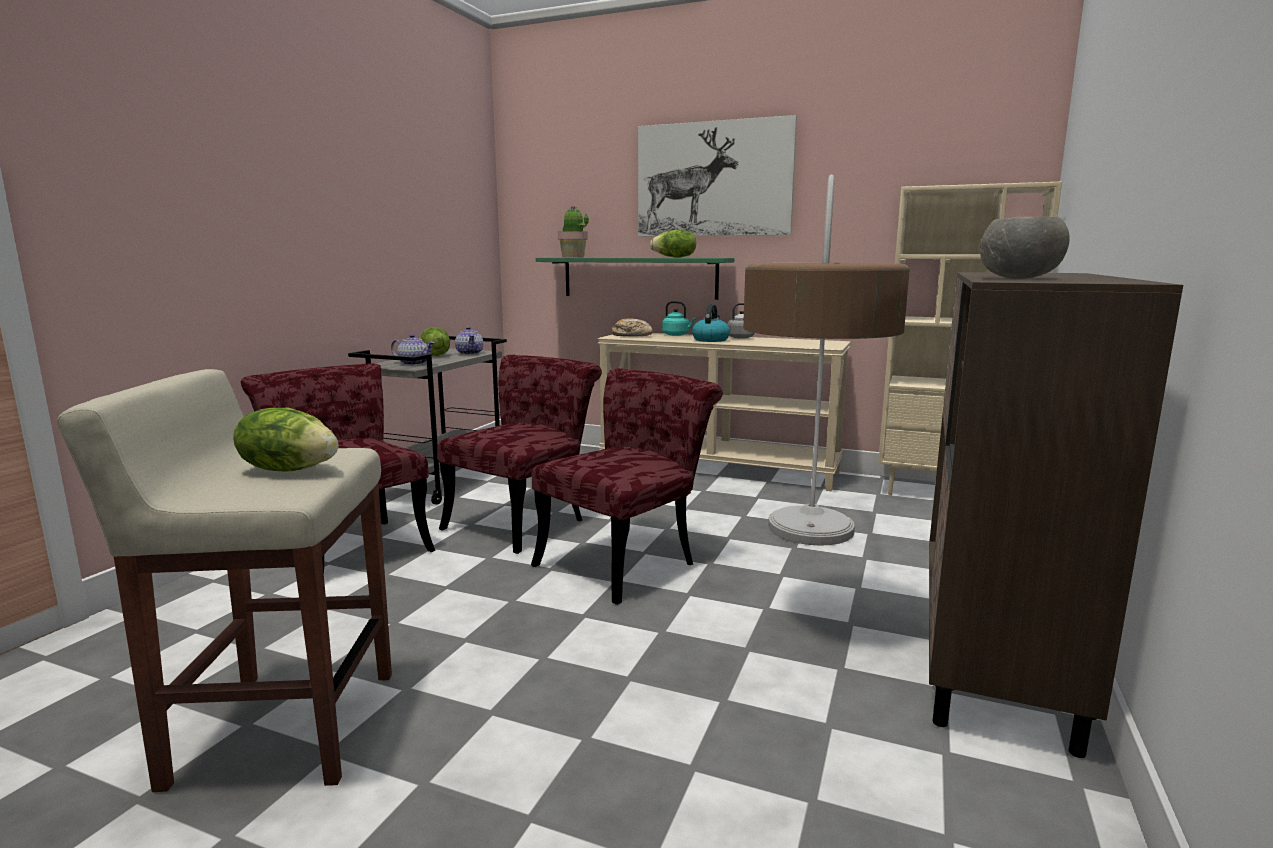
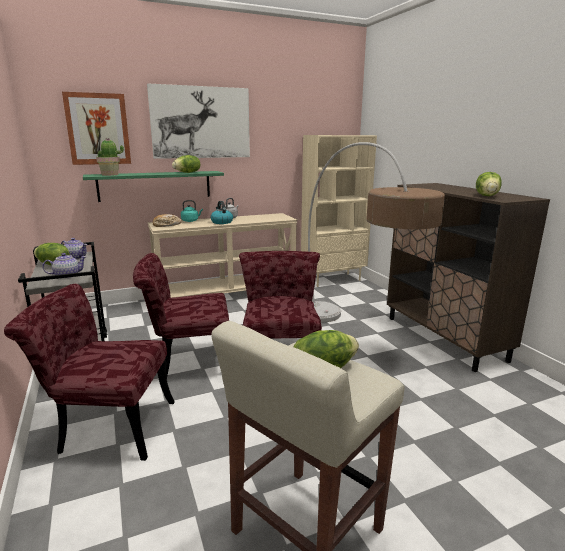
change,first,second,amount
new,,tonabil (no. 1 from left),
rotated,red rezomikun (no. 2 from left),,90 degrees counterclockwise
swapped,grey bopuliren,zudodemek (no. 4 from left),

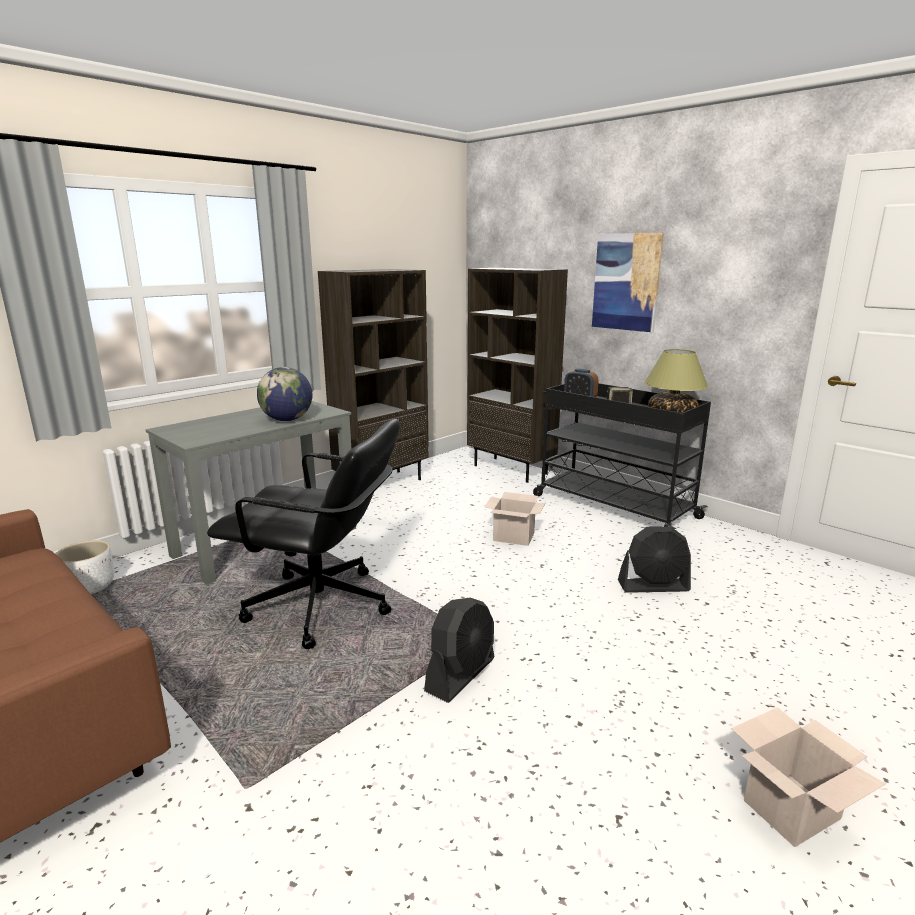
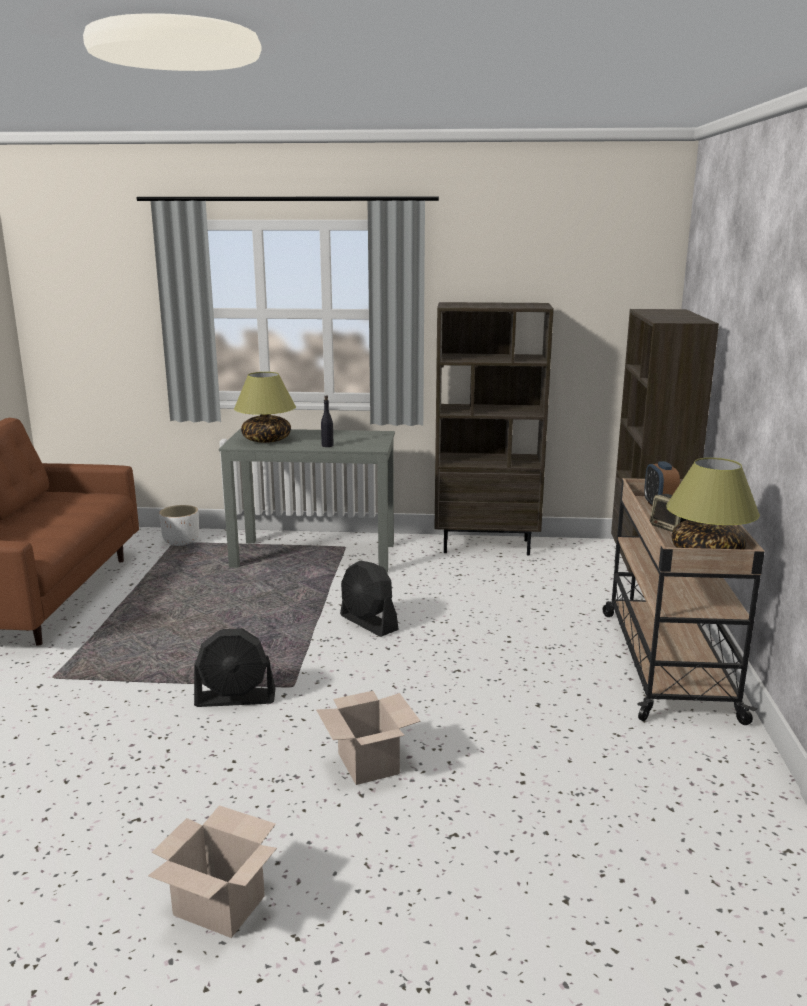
change,first,second,amount
new,,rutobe (no. 1 from left),
shifted,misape (no. 1 from left in the first image),misape (no. 2 from left),
swapped,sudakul,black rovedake,
shifted,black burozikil (no. 2 from left),,
repainted,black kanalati,beige kanalati,
gone,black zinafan,,
gone,tonabil,,

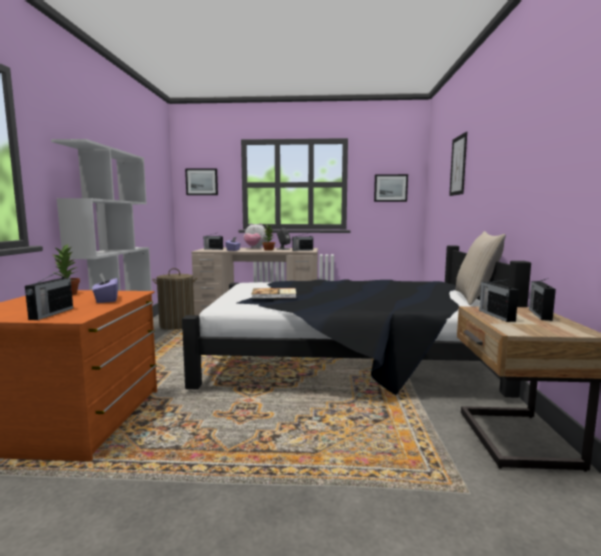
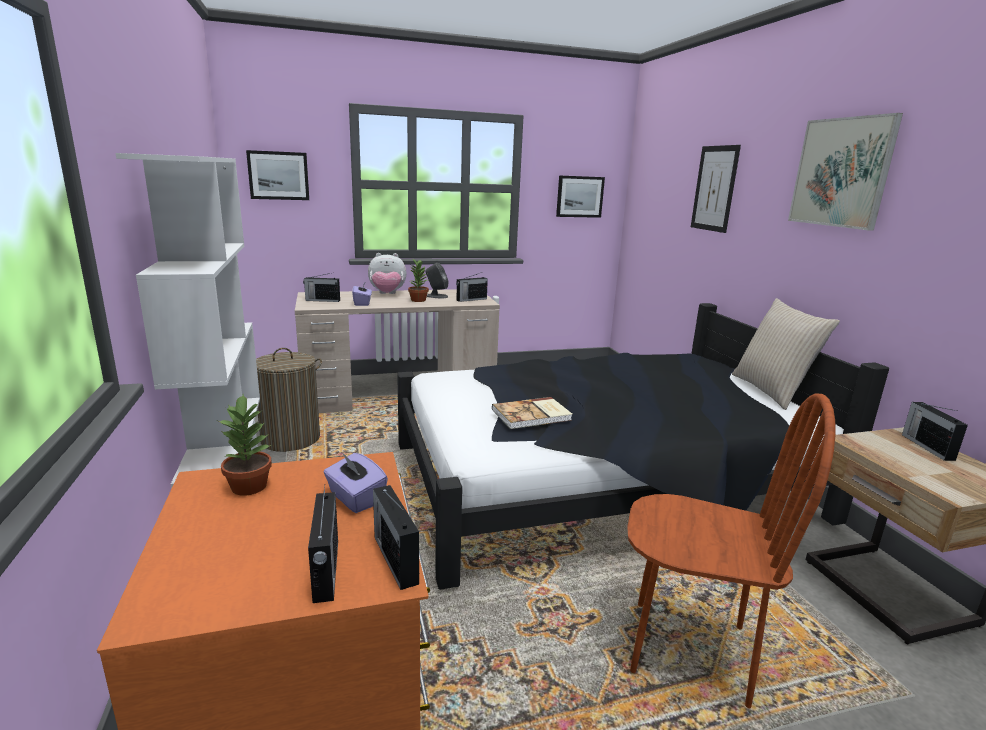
change,first,second,amount
shifted,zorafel (no. 4 from left in the first image),zorafel (no. 3 from left),
new,,brown rezomikun,
new,,tonabil (no. 4 from left),

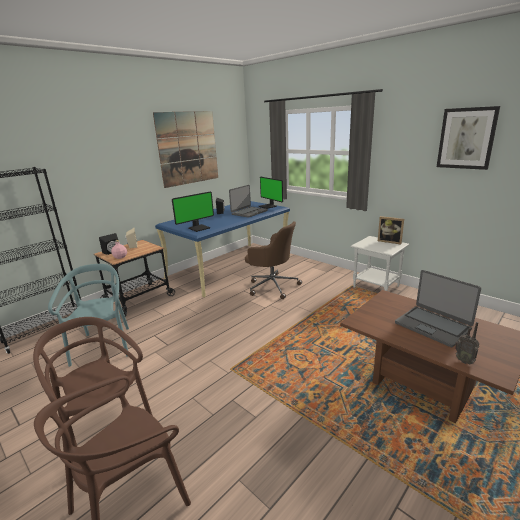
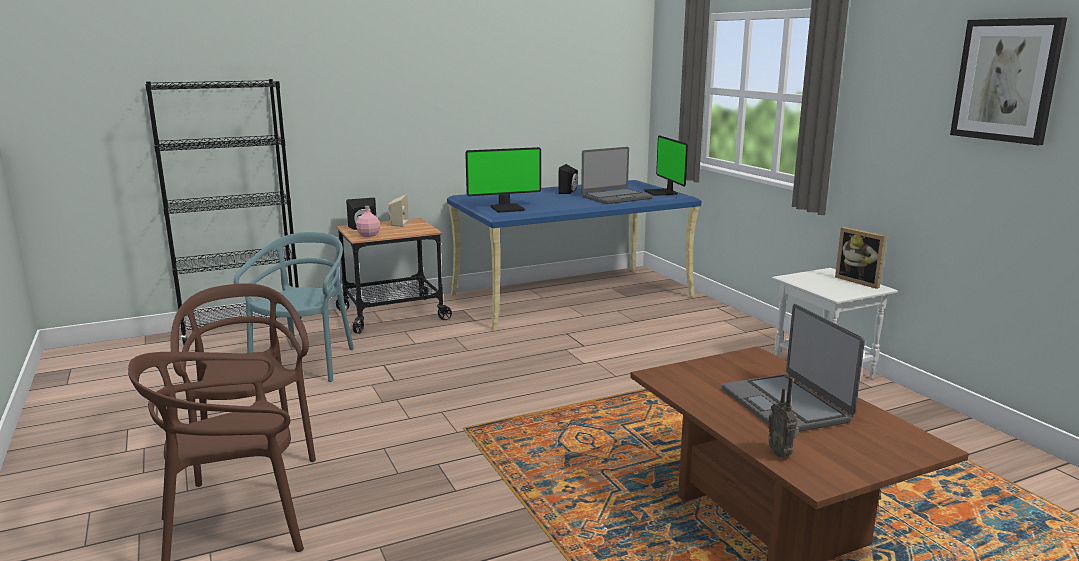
change,first,second,amount
gone,tonabil (no. 1 from left),,
gone,brown zinafan,,

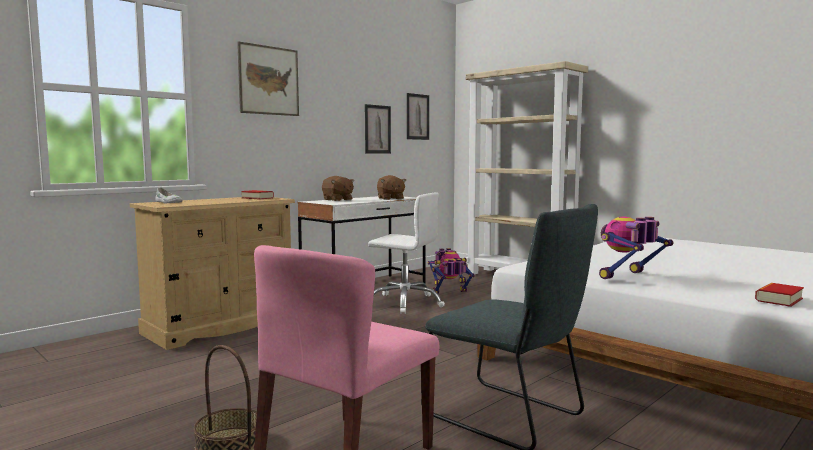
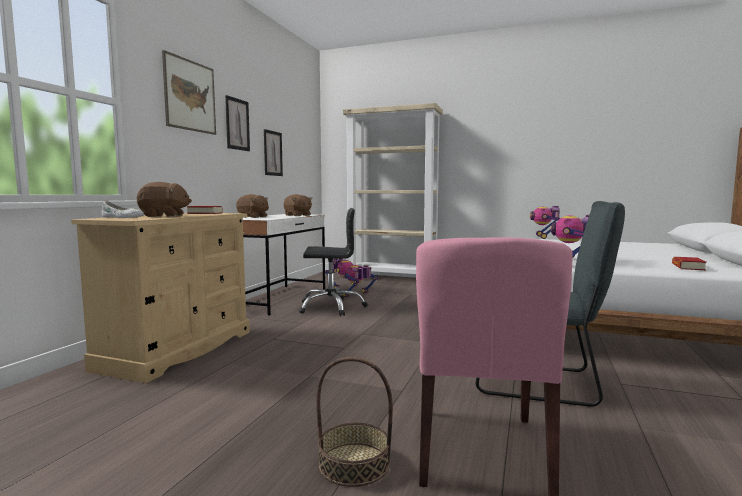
change,first,second,amount
new,,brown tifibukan (no. 1 from left),
shifted,tonabil (no. 3 from left in the first image),tonabil (no. 2 from left),
repainted,white zinafan,black zinafan,
new,,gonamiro (no. 3 from left),

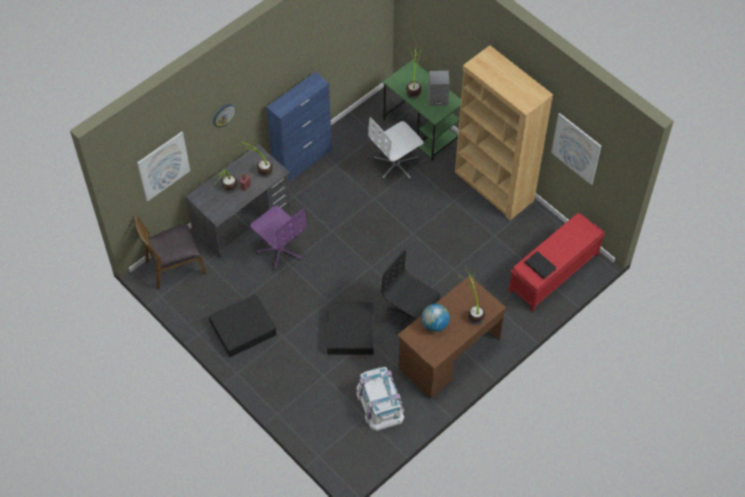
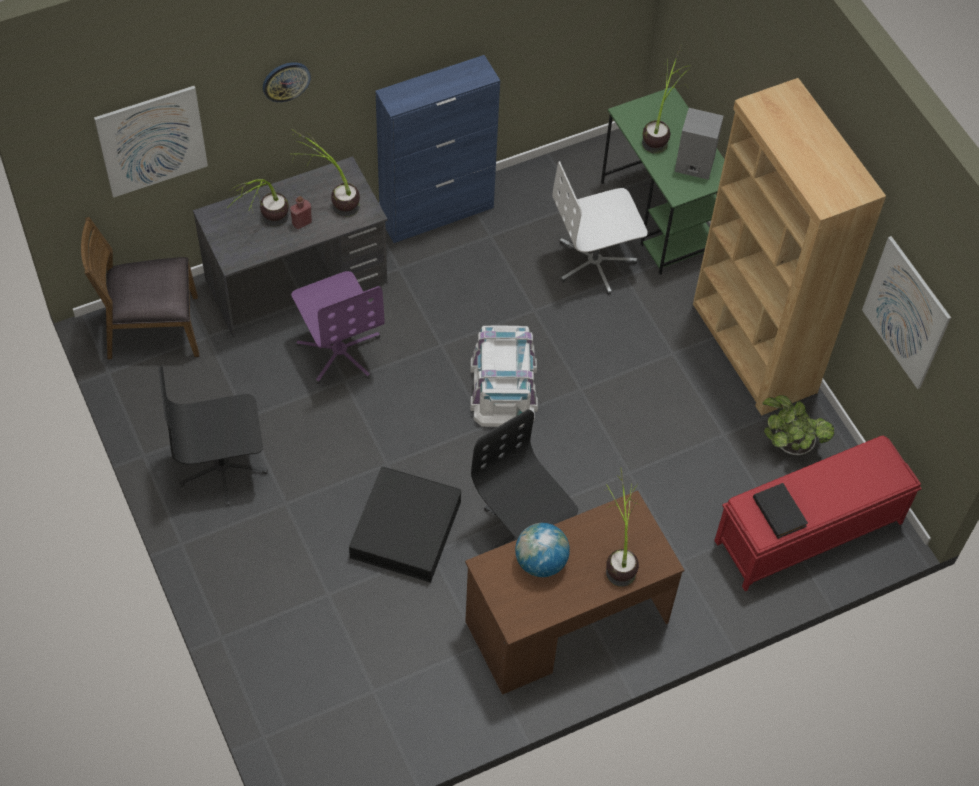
change,first,second,amount
swapped,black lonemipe (no. 1 from left),black zinafan (no. 1 from left),
shifted,white lonemipe,,
new,,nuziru (no. 5 from left),

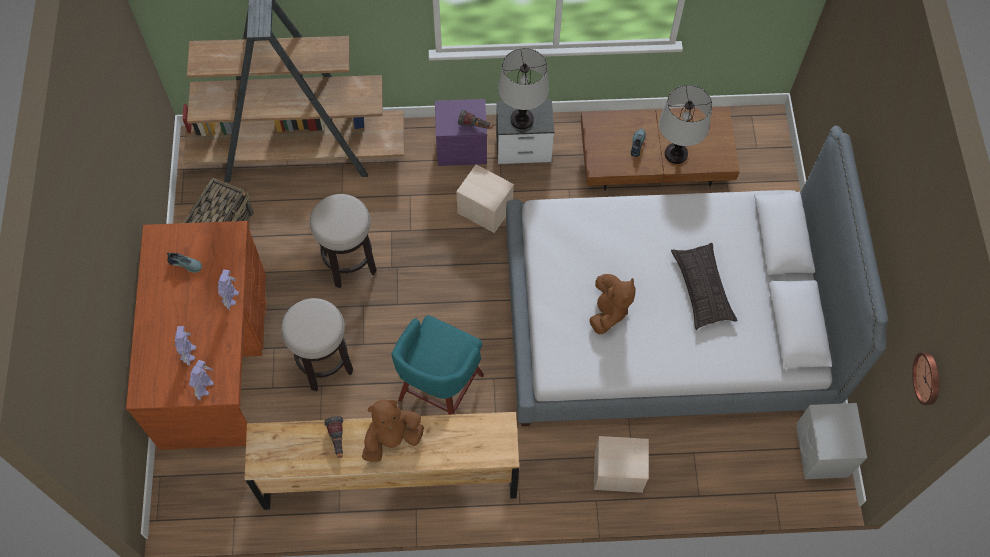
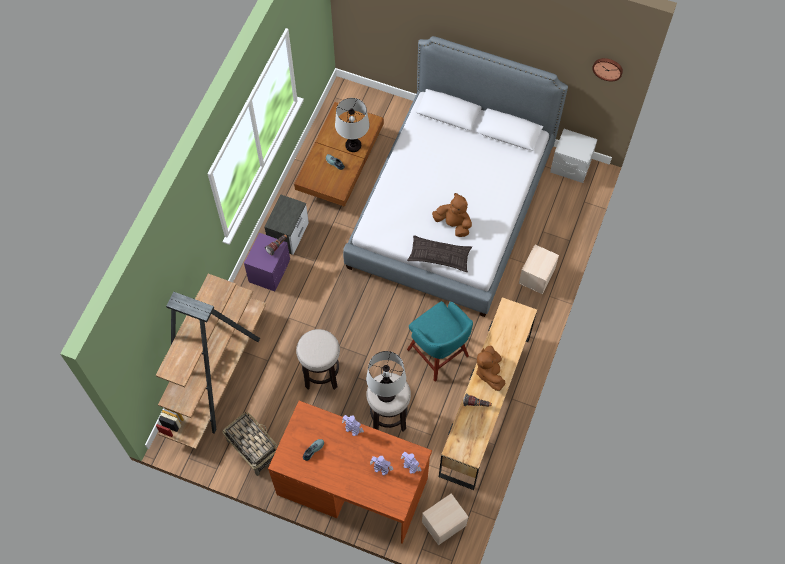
change,first,second,amount
shifted,rutobe (no. 1 from left in the first image),rutobe (no. 2 from left),
shifted,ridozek,,
shifted,beige lonemipe (no. 1 from left),,

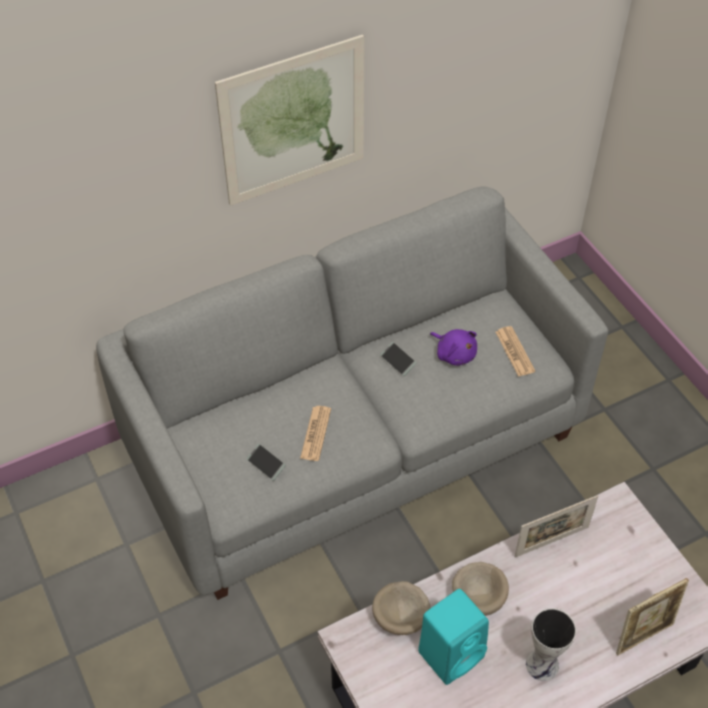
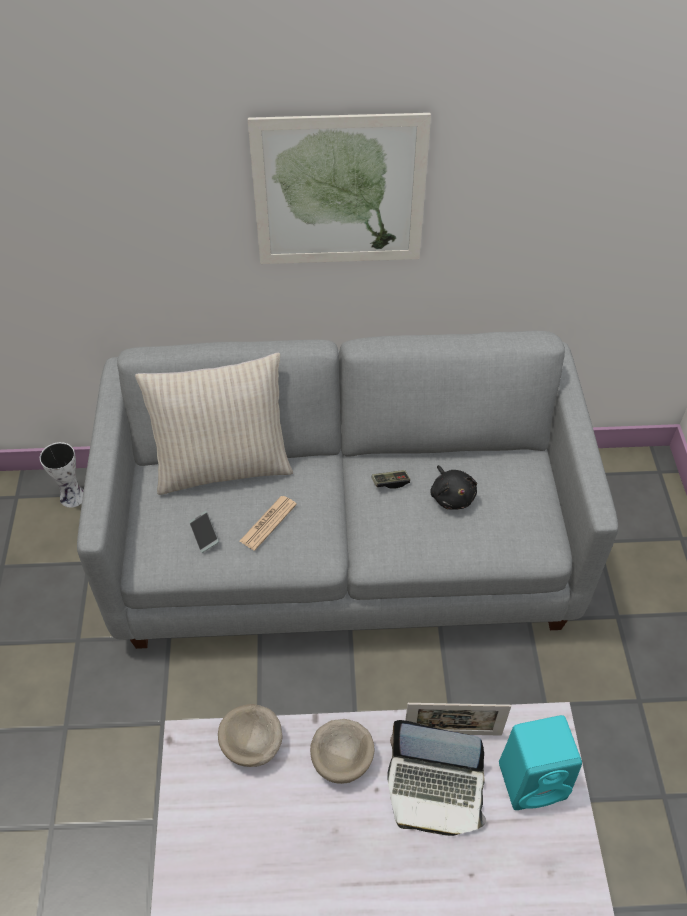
change,first,second,amount
shifted,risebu,,
new,,beige ridozek,
swapped,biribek (no. 2 from left),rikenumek,
new,,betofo,
repainted,purple tifibukan,black tifibukan,
shifted,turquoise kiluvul,,
gone,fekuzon (no. 2 from left),,
gone,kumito (no. 2 from left),,

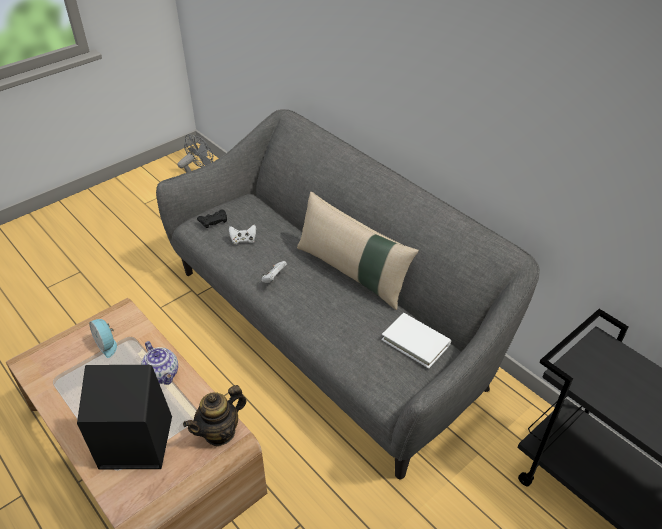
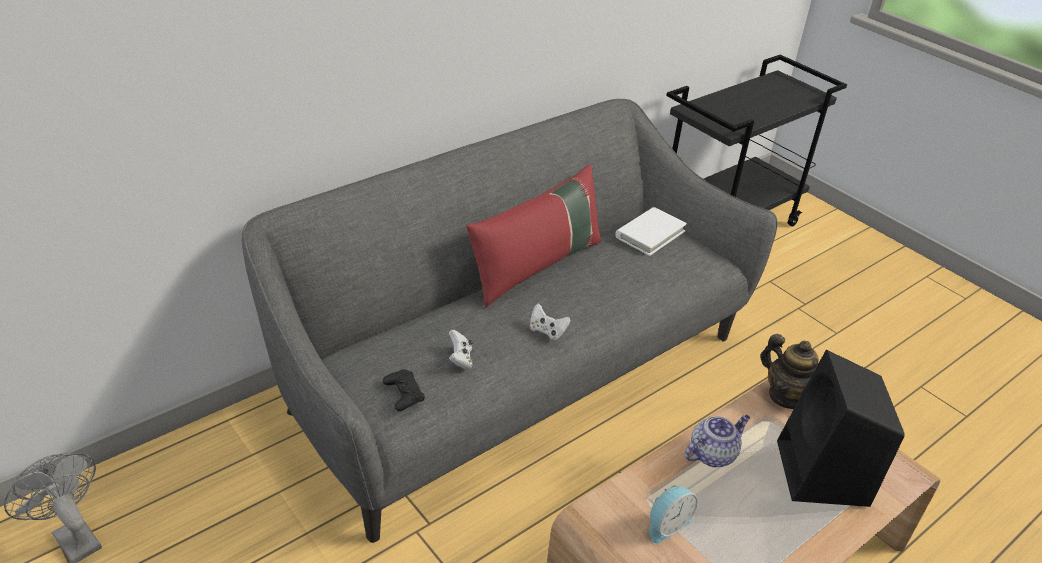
change,first,second,amount
repainted,beige ridozek,red ridozek,

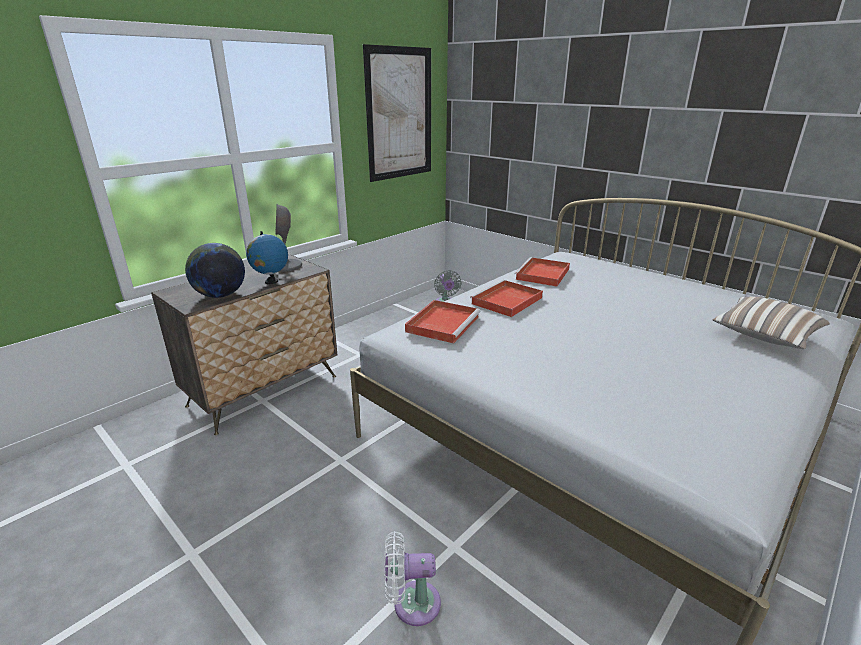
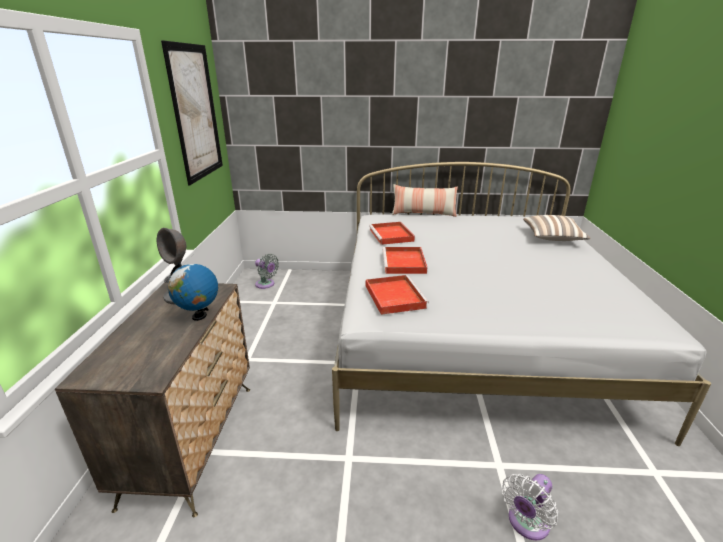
change,first,second,amount
new,,ridozek (no. 1 from left),
gone,sudakul (no. 1 from left),,

